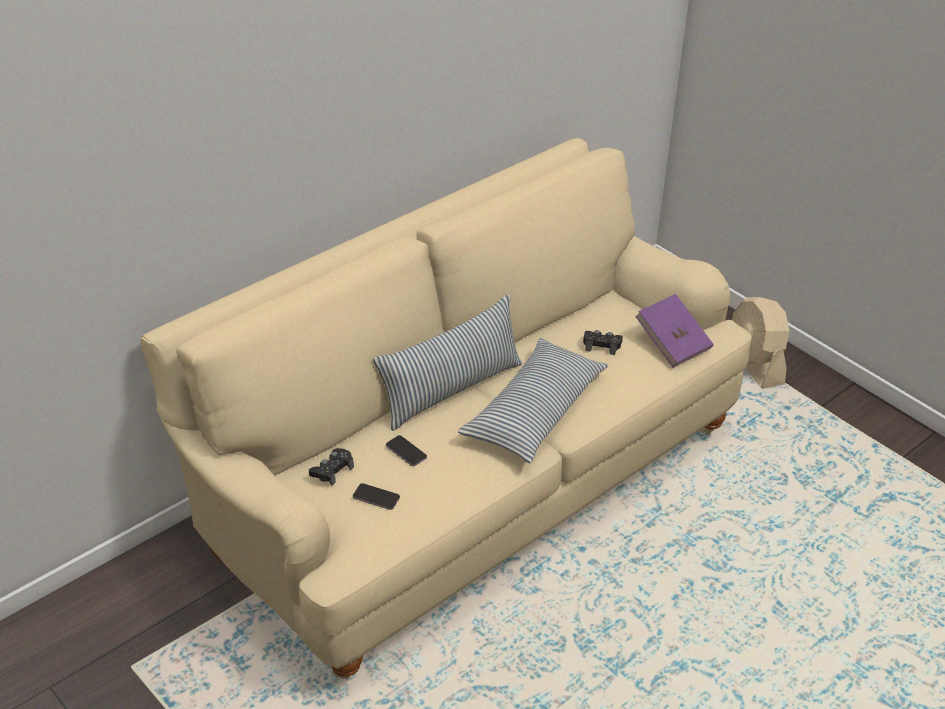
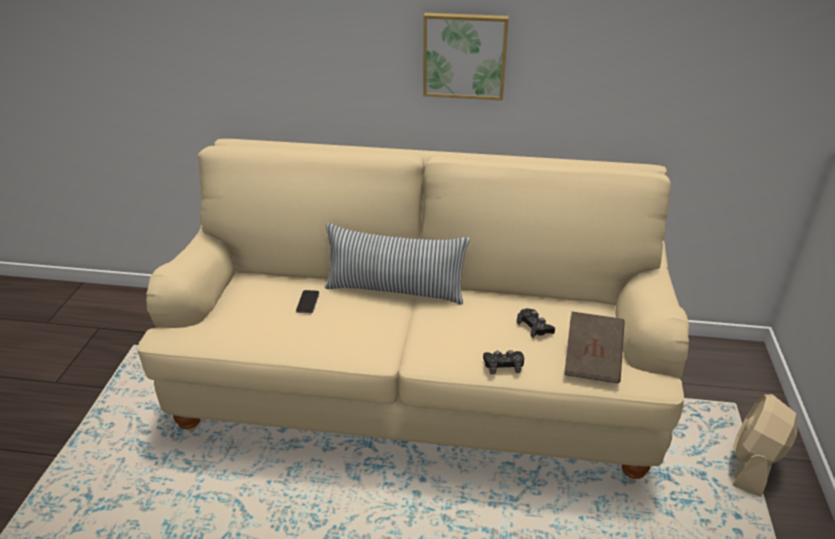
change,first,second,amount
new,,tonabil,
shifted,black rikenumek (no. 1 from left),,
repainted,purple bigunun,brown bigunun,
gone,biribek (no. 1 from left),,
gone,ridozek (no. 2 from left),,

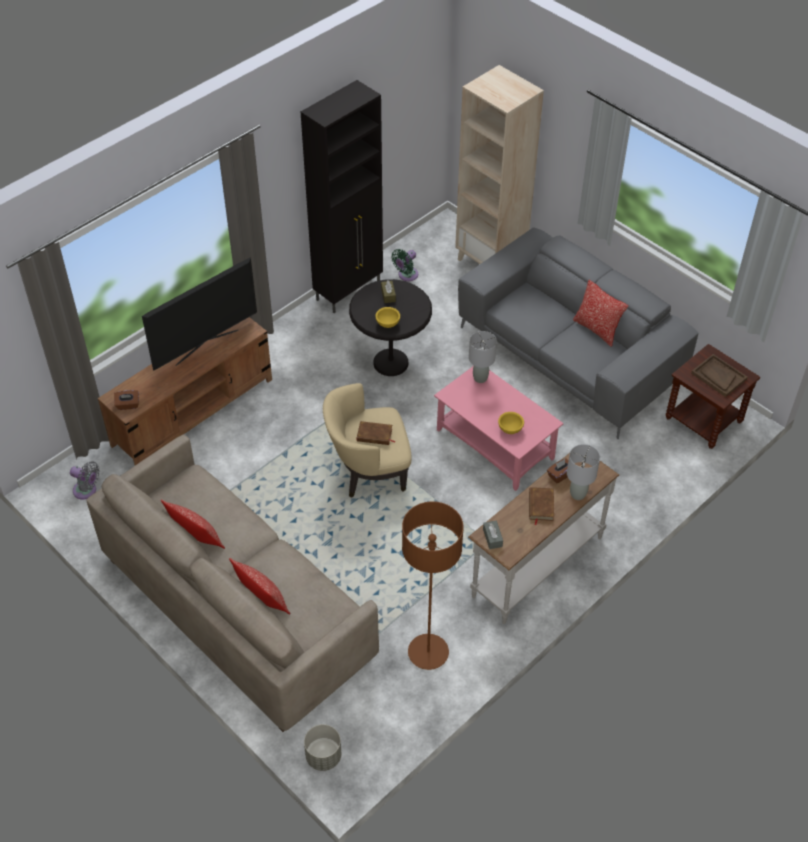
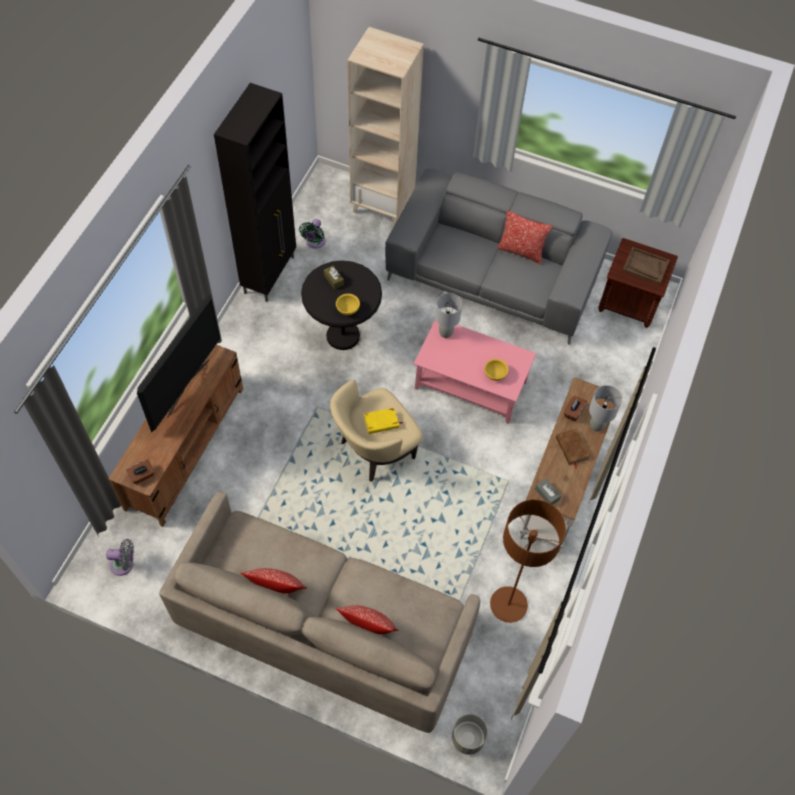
change,first,second,amount
repainted,brown bigunun (no. 1 from left),yellow bigunun,

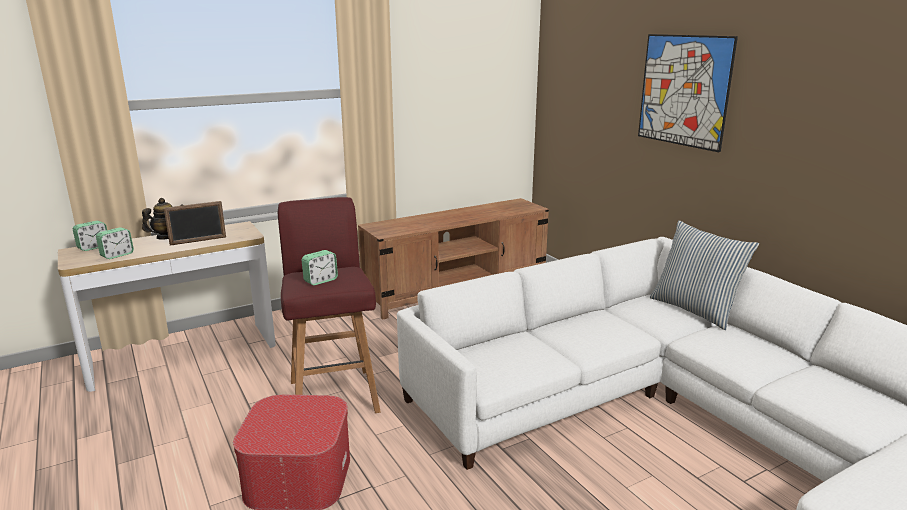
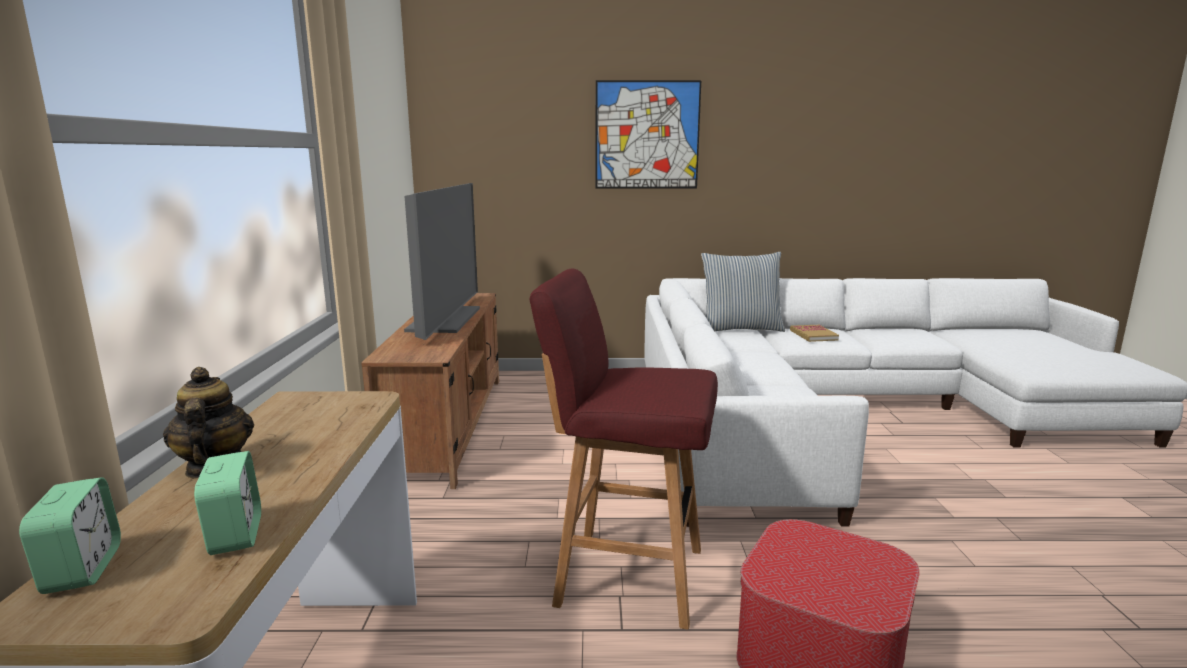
change,first,second,amount
new,,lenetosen,
new,,bigunun,
gone,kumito,,
gone,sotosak (no. 3 from left),,

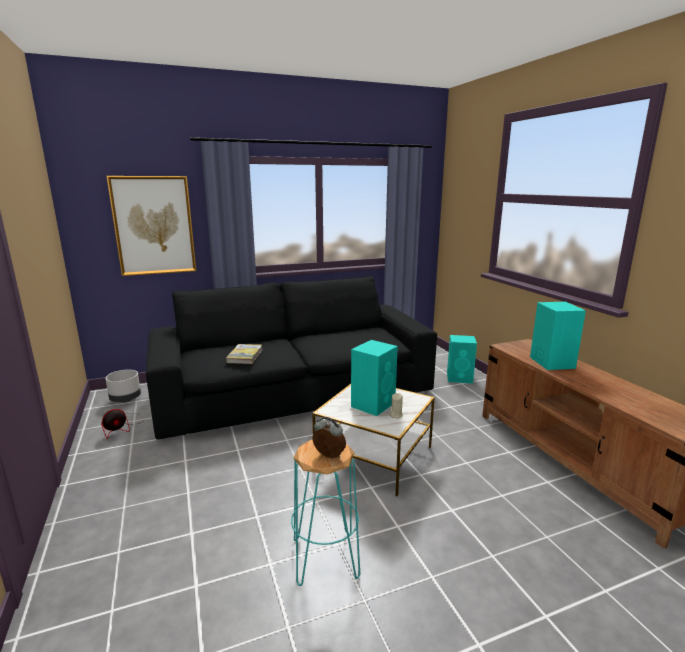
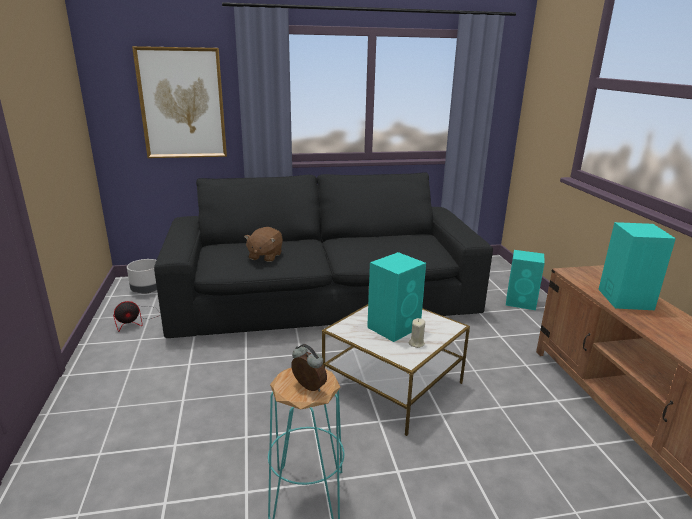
change,first,second,amount
swapped,bigunun,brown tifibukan,

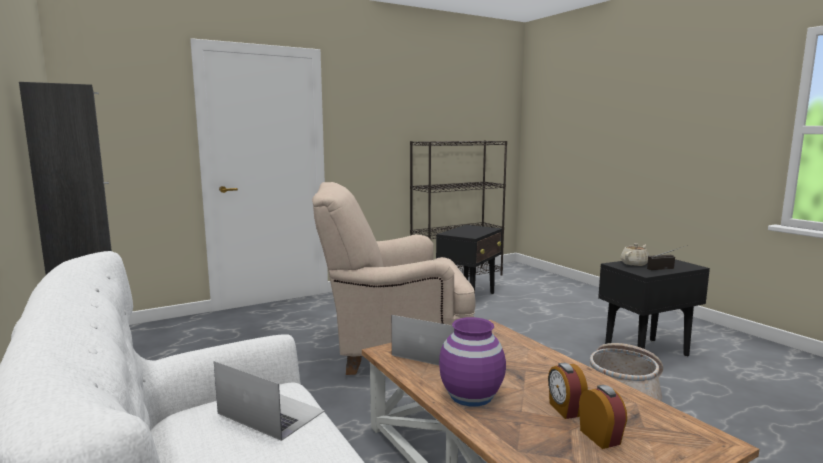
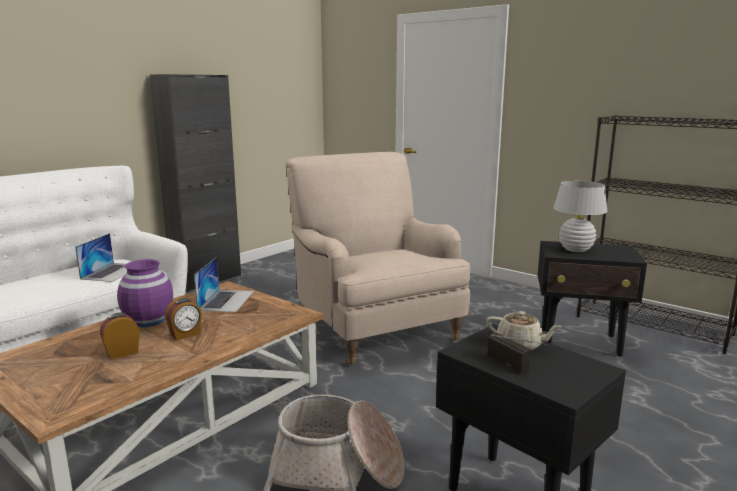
change,first,second,amount
shifted,sotosak (no. 2 from left),,
new,,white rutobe,

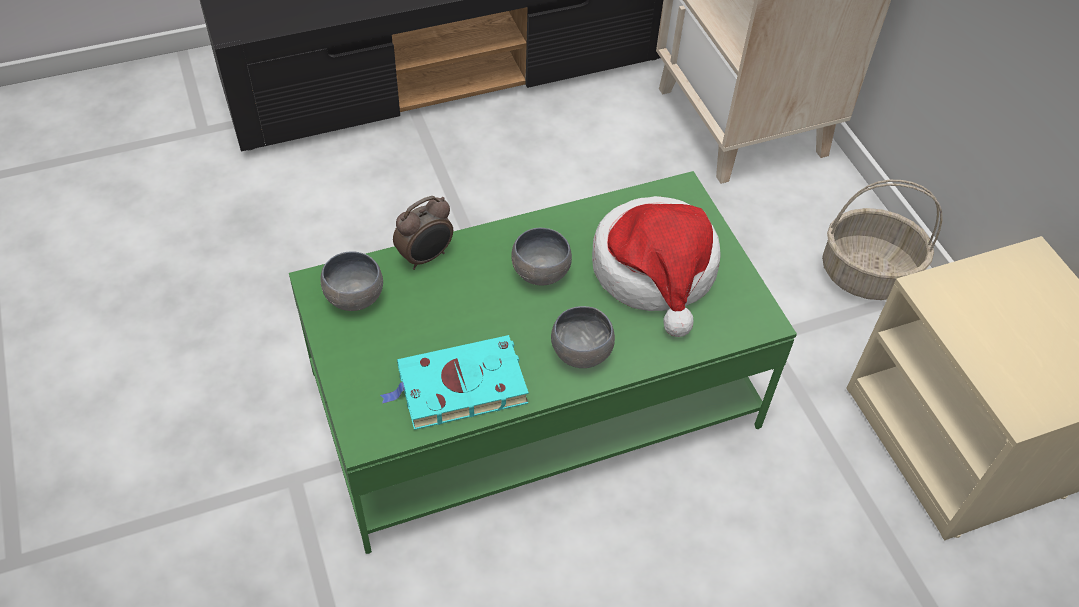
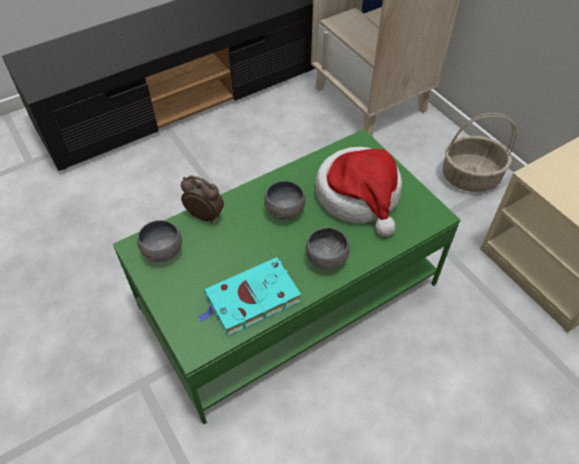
change,first,second,amount
rotated,sotosak,,105 degrees counterclockwise

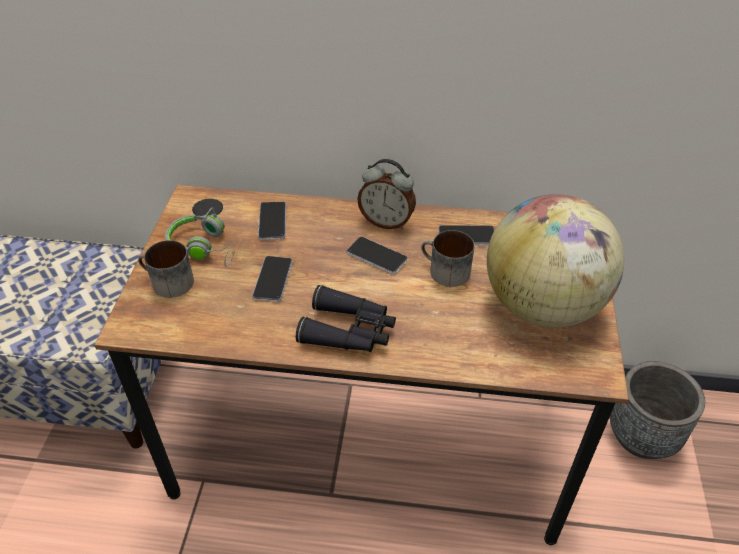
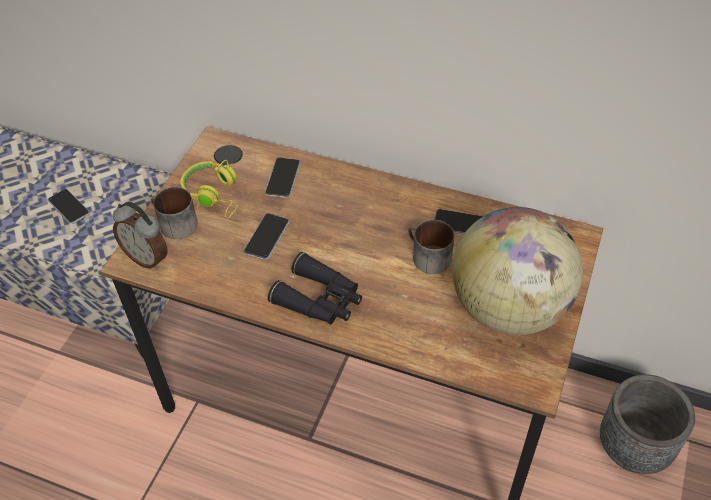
change,first,second,amount
shifted,biribek (no. 3 from left in the first image),biribek (no. 1 from left),
shifted,sotosak,,
repainted,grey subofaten,yellow subofaten,

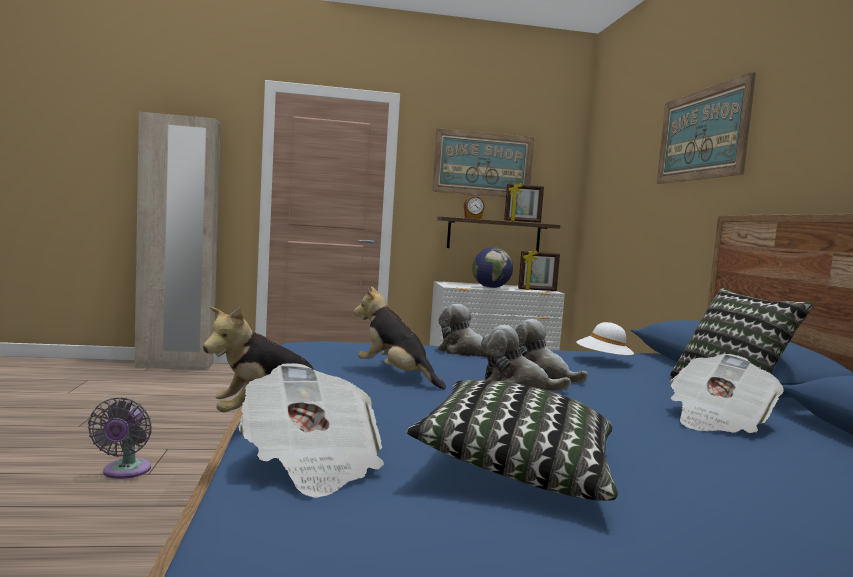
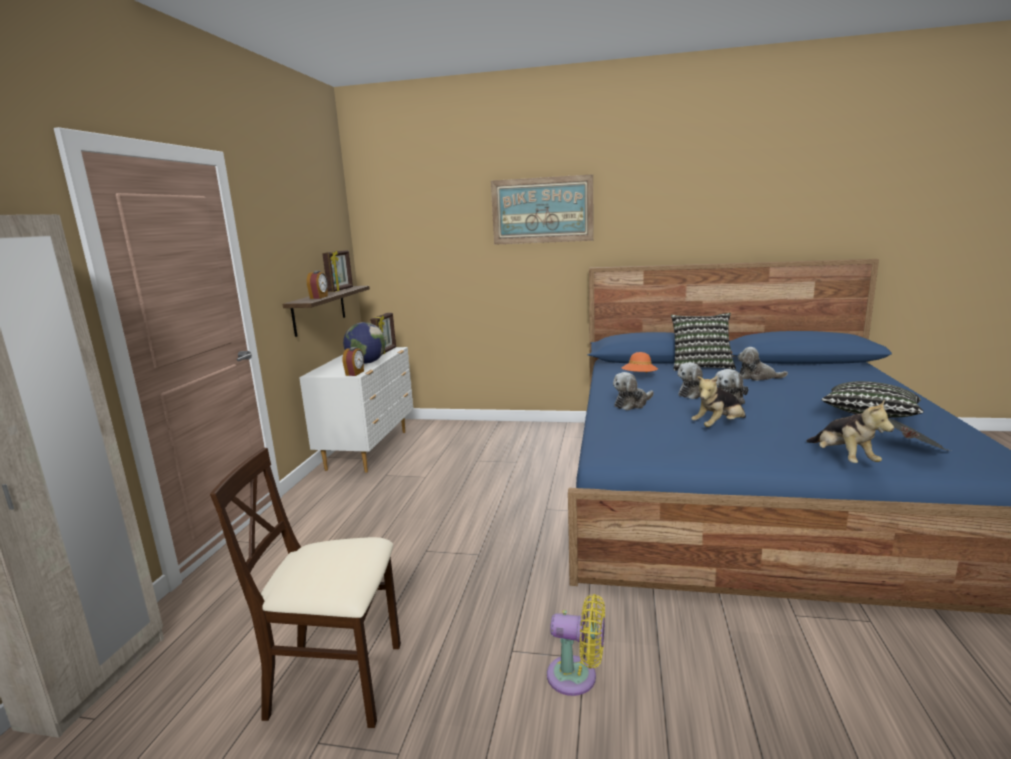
change,first,second,amount
new,,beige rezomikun,
new,,sotosak (no. 2 from left),
repainted,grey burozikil,yellow burozikil,
repainted,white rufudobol,orange rufudobol,
swapped,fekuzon (no. 2 from left),tifibukan (no. 5 from left),
gone,tonabil (no. 1 from left),,

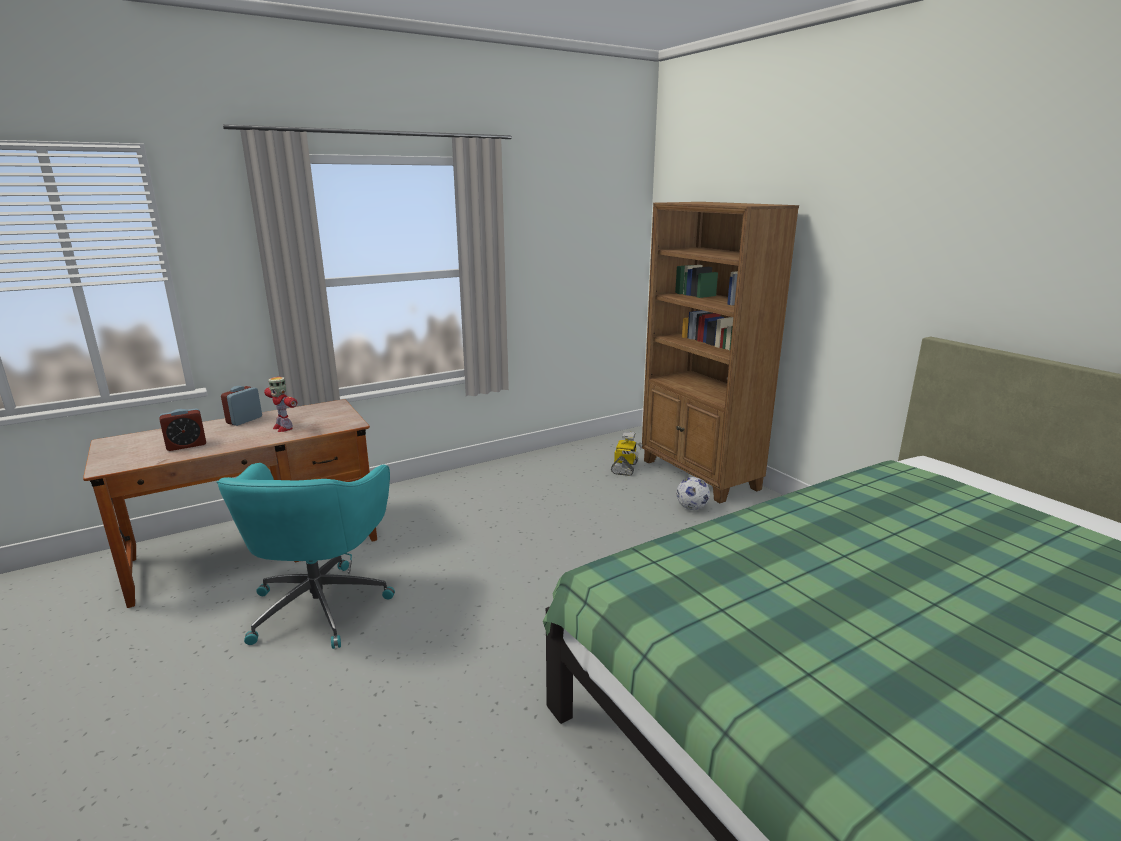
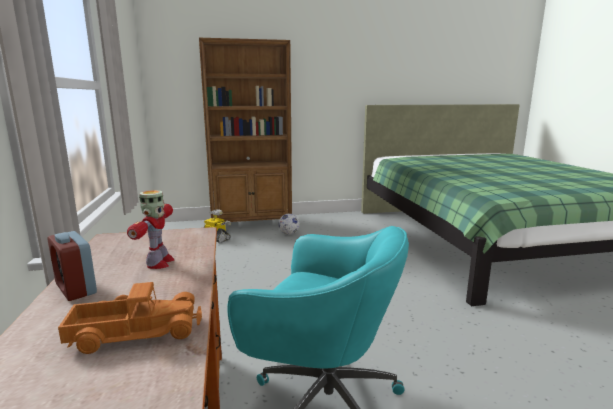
change,first,second,amount
swapped,sotosak (no. 1 from left),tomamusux,
rotated,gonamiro (no. 1 from left),,60 degrees counterclockwise

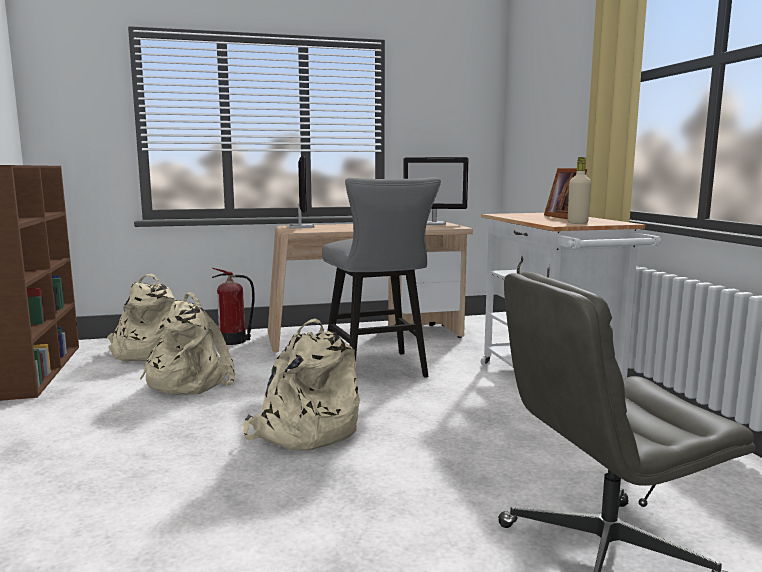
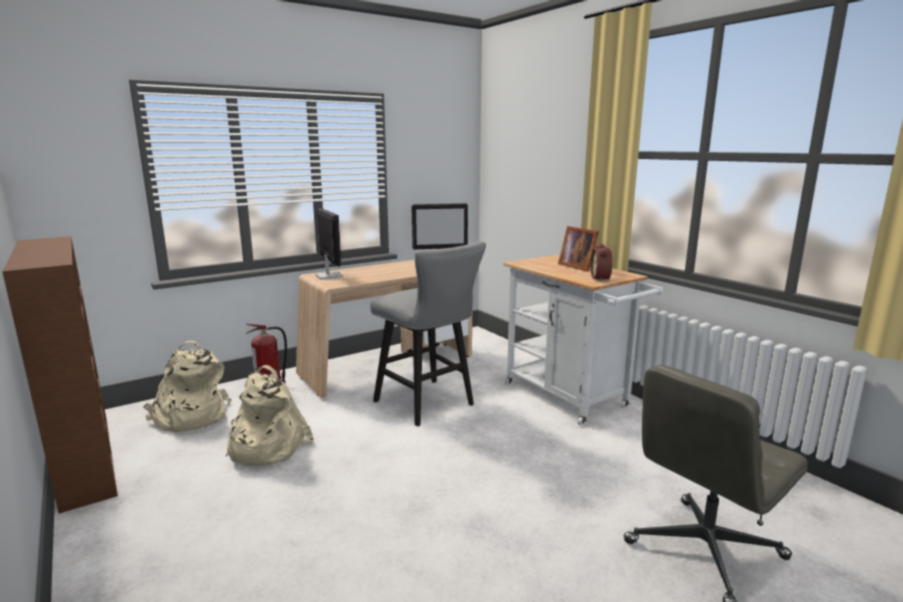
change,first,second,amount
swapped,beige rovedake,sotosak,
gone,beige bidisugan (no. 3 from left),,

